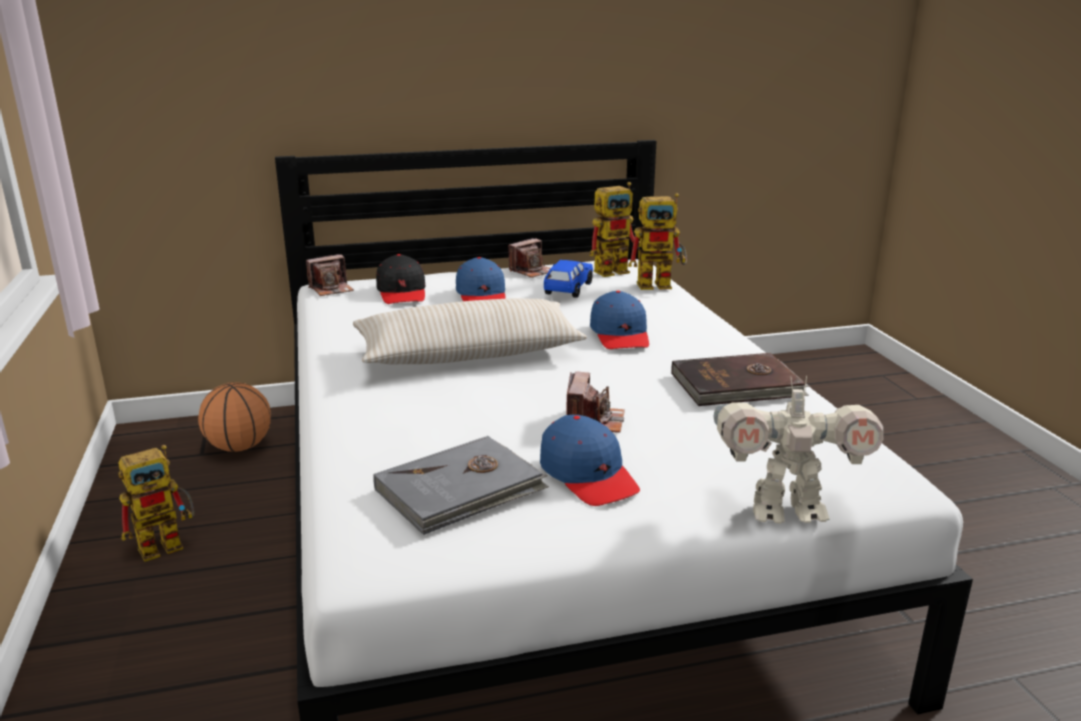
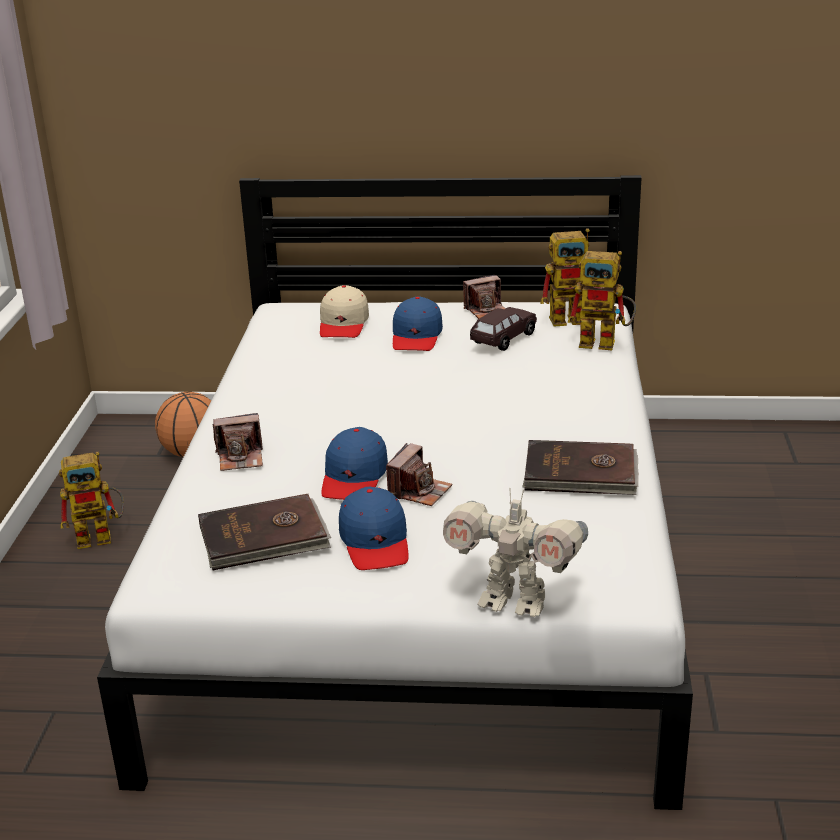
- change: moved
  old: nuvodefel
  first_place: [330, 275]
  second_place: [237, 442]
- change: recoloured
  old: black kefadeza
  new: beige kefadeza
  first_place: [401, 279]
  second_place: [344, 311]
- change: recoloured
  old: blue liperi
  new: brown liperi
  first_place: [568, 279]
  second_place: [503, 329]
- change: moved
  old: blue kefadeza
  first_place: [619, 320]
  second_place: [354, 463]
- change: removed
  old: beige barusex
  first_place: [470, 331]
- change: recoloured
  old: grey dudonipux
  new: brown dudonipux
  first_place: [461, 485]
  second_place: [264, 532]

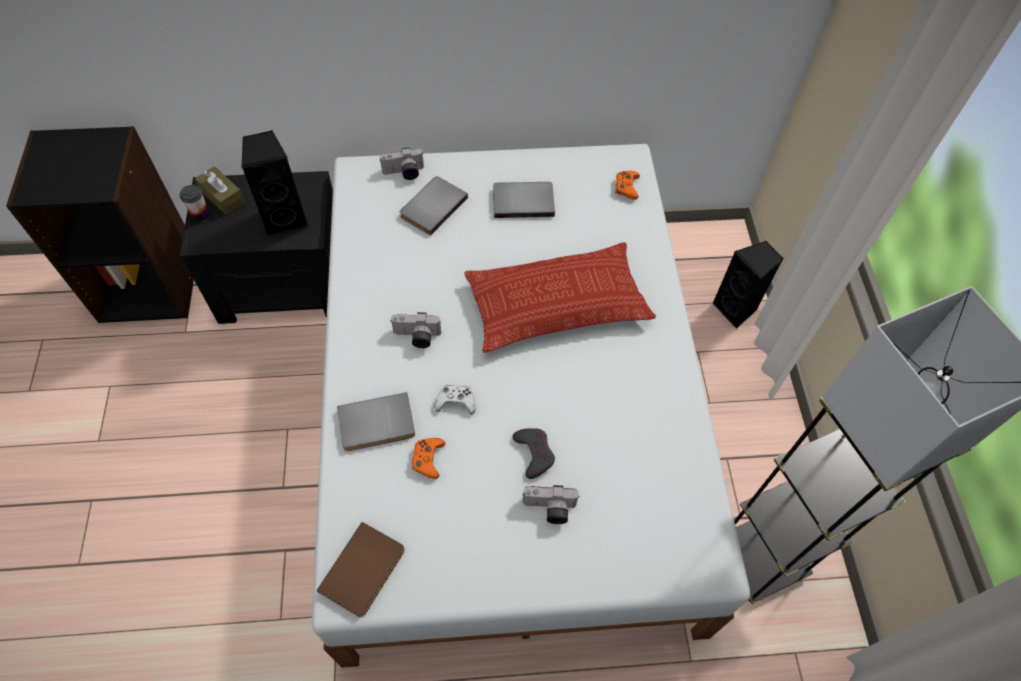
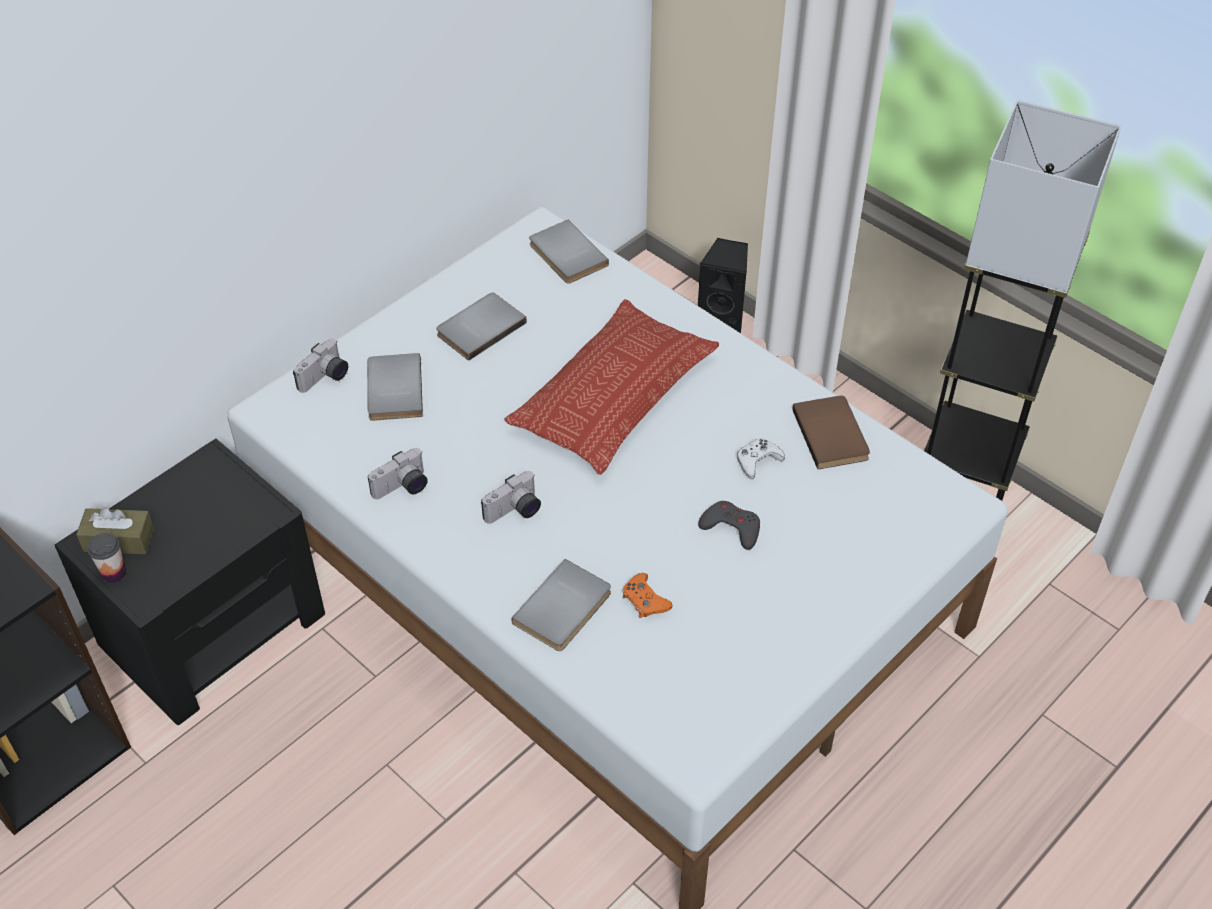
- change: removed
  old: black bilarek
  first_place: [275, 183]
- change: replaced
  old: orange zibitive
  new: grey dudonipux
  first_place: [627, 185]
  second_place: [569, 252]
- change: moved
  old: white zibitive
  first_place: [455, 399]
  second_place: [761, 458]
- change: moved
  old: nuvodefel
  first_place: [550, 504]
  second_place: [398, 473]
- change: moved
  old: brown dudonipux
  first_place: [361, 569]
  second_place: [831, 432]

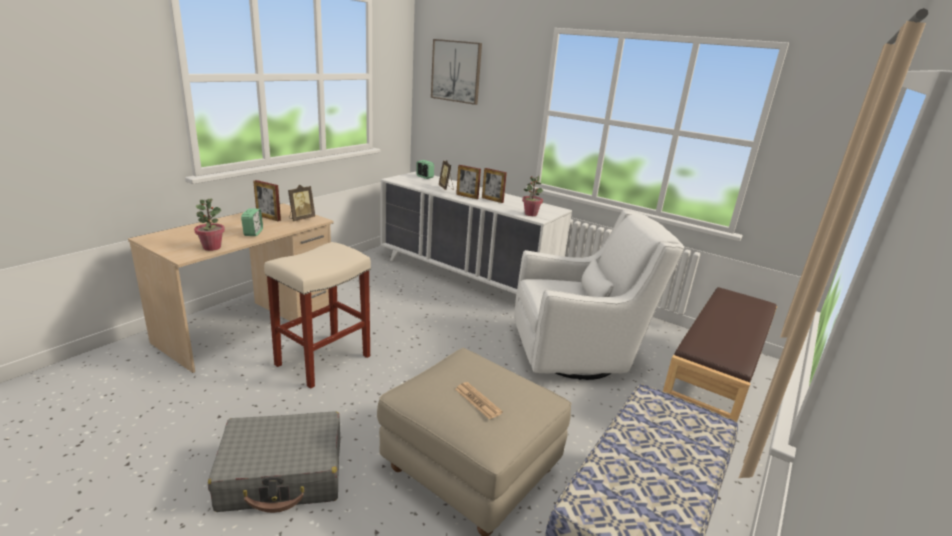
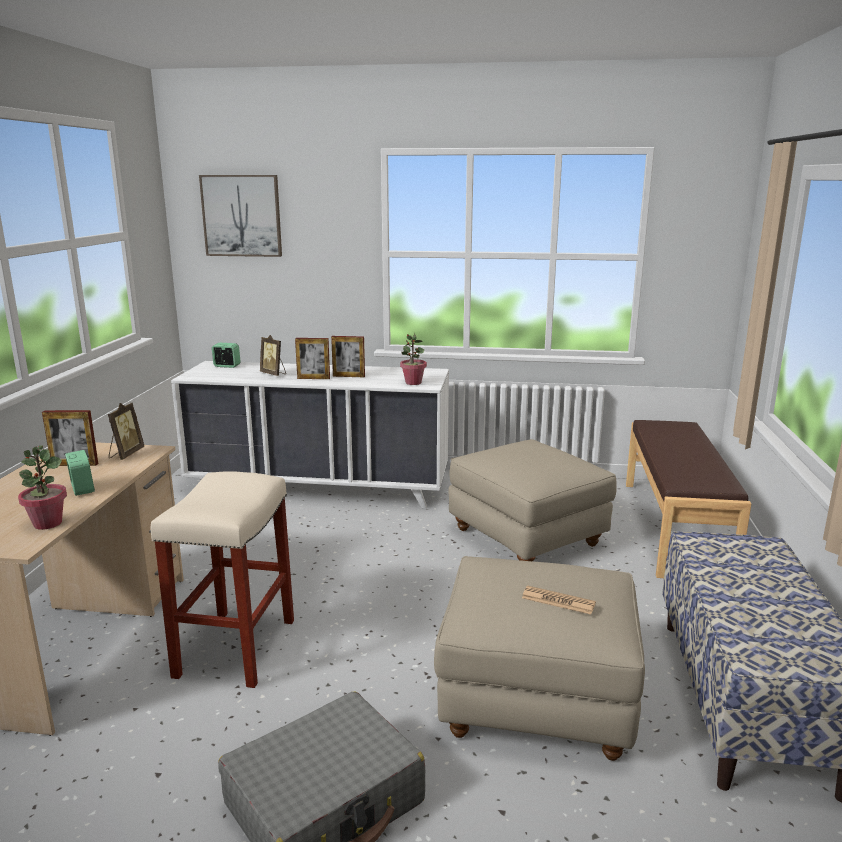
- change: replaced
  old: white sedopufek
  new: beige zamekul
  first_place: [599, 295]
  second_place: [533, 500]

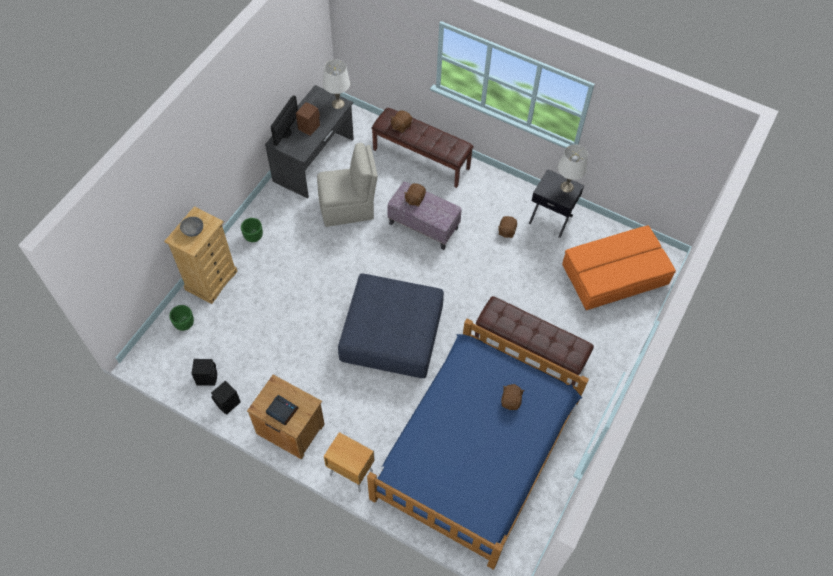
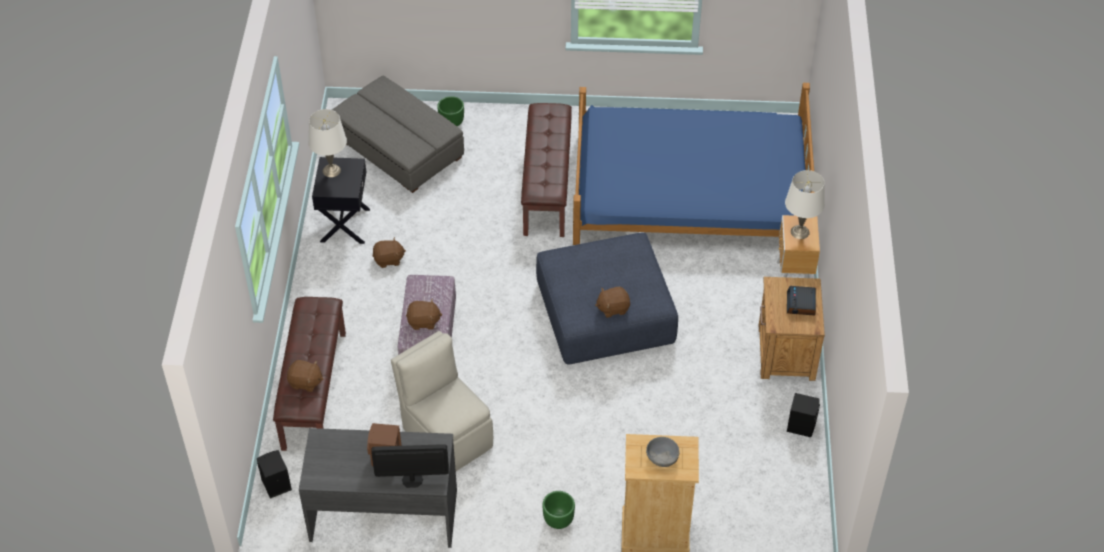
- change: moved
  old: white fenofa
  first_place: [336, 84]
  second_place: [805, 204]
- change: recoloured
  old: orange zamekul
  new: grey zamekul
  first_place: [619, 268]
  second_place: [398, 134]
- change: moved
  old: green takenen
  first_place: [181, 318]
  second_place: [450, 111]
- change: moved
  old: black bilarek
  first_place: [204, 372]
  second_place: [274, 474]
- change: moved
  old: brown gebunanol
  first_place: [513, 397]
  second_place: [612, 302]

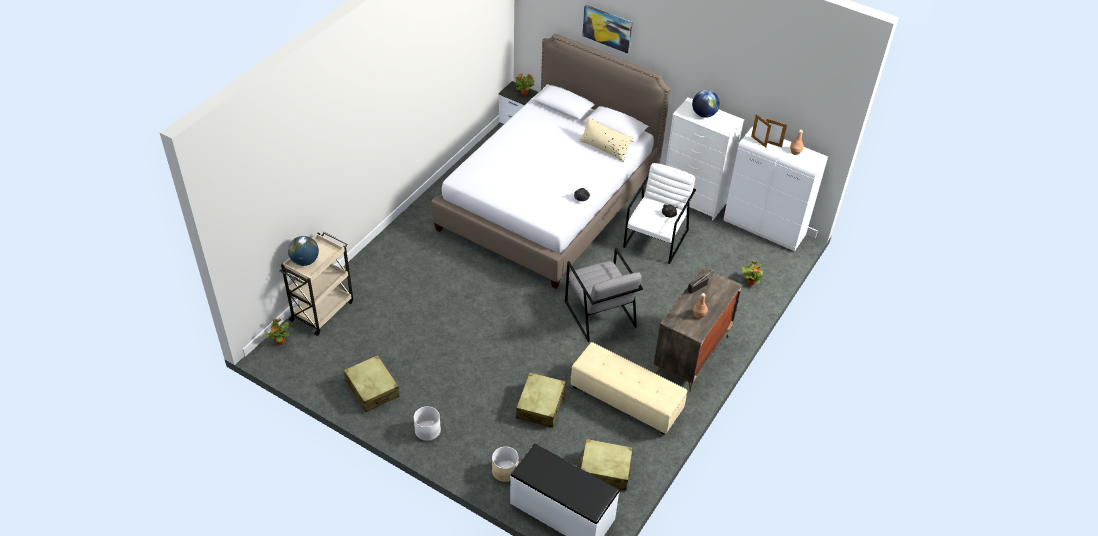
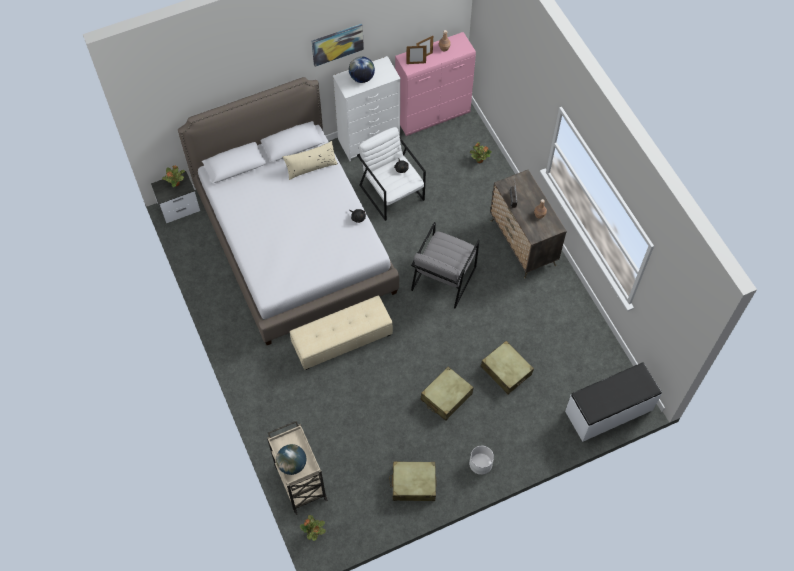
- change: moved
  old: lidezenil
  first_place: [607, 29]
  second_place: [338, 45]
- change: recoloured
  old: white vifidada
  new: pink vifidada
  first_place: [776, 189]
  second_place: [435, 84]
- change: turned
  old: grey sedopufek
  first_place: [604, 295]
  second_place: [445, 265]
  degrees: 105
- change: moved
  old: beige zamekul
  first_place: [629, 388]
  second_place: [341, 333]
- change: moved
  old: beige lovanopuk
  first_place: [605, 464]
  second_place: [447, 394]
- change: removed
  old: beige takenen
  first_place: [505, 464]

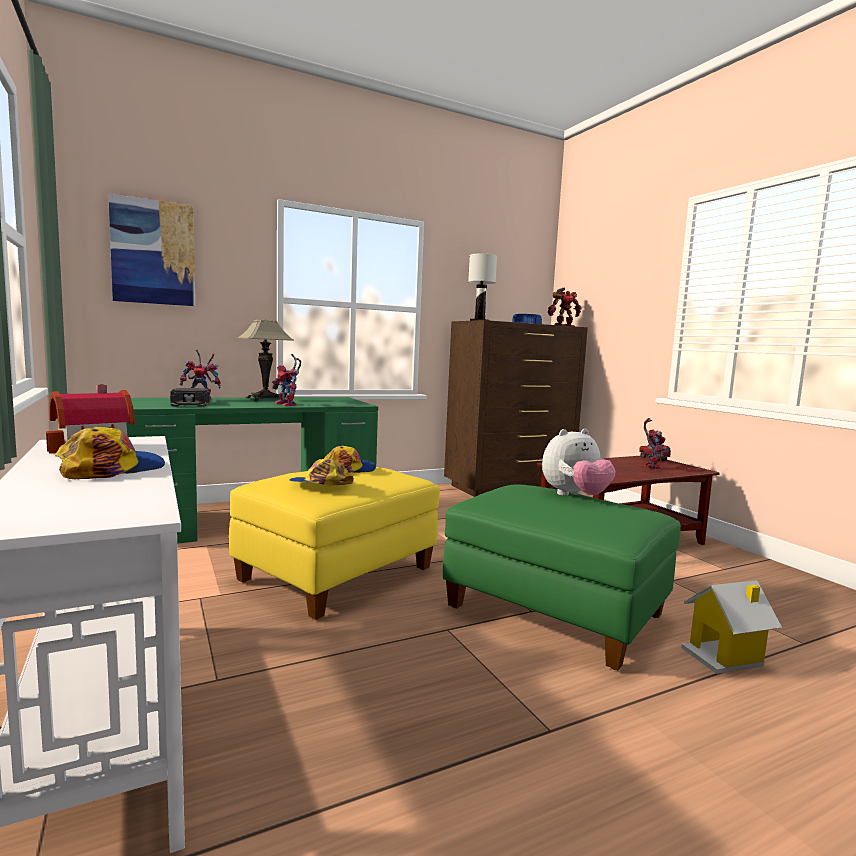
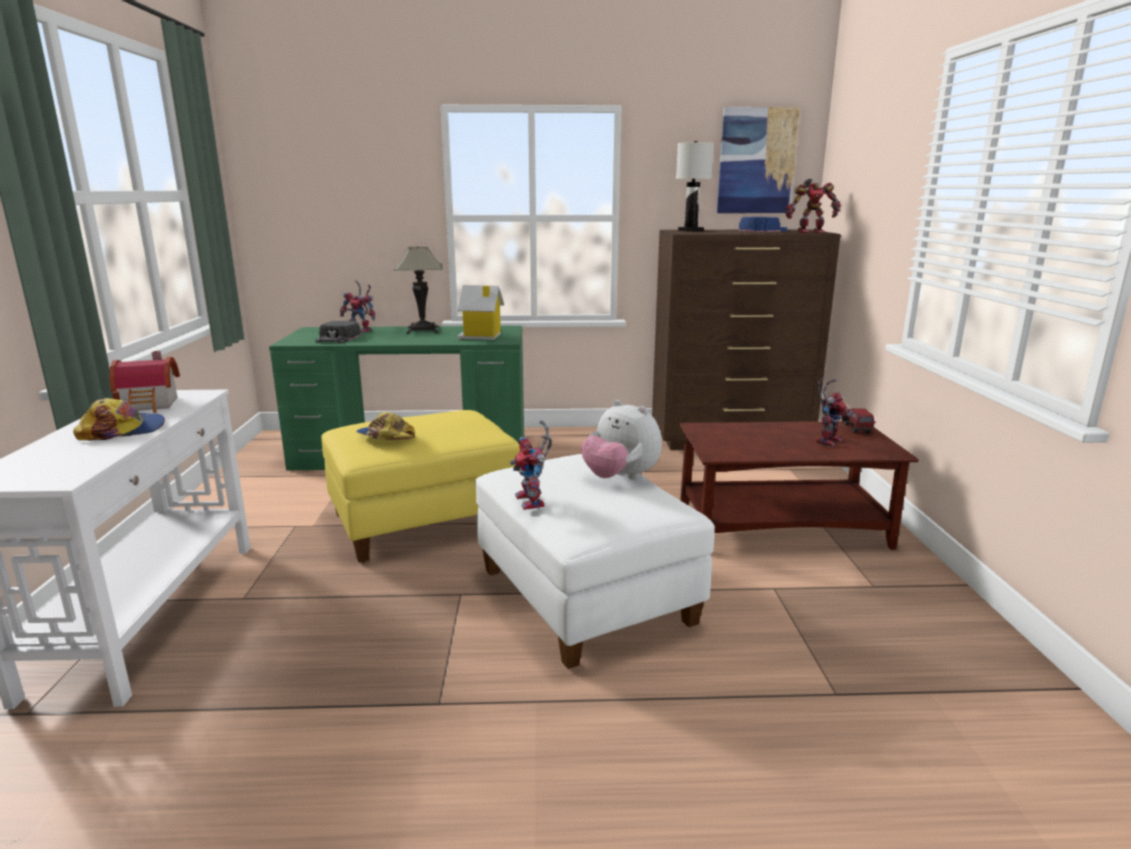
- change: moved
  old: lidezenil
  first_place: [151, 250]
  second_place: [758, 160]
- change: moved
  old: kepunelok
  first_place: [286, 380]
  second_place: [531, 465]
- change: turned
  old: gebunanol
  first_place: [579, 462]
  second_place: [621, 440]
  degrees: 45
- change: removed
  old: kefadeza
  first_place: [350, 459]
- change: recoloured
  old: green zamekul
  new: white zamekul
  first_place: [562, 577]
  second_place: [595, 561]
- change: moved
  old: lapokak
  first_place: [731, 627]
  second_place: [480, 312]

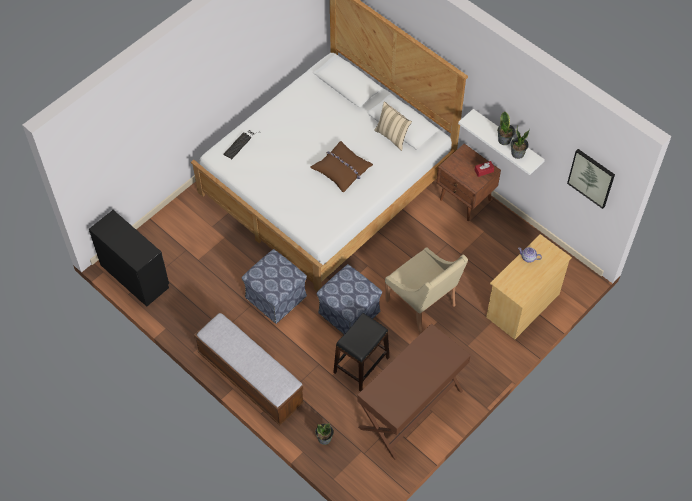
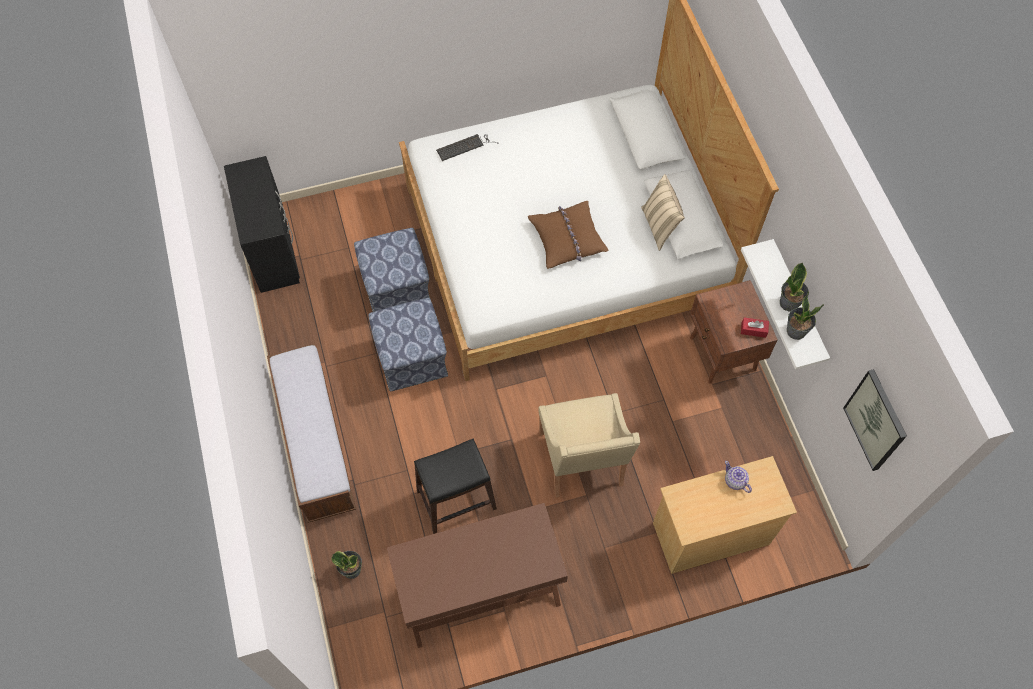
- change: moved
  old: zamekul
  first_place: [349, 299]
  second_place: [392, 270]

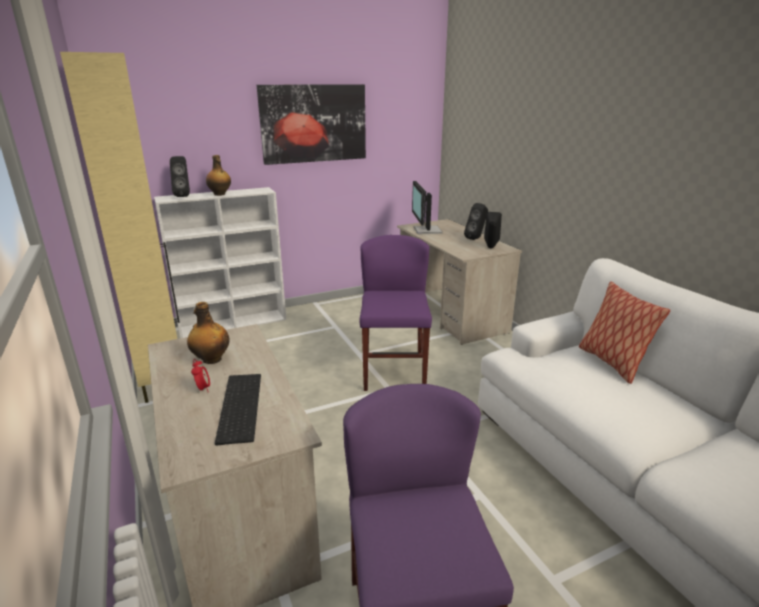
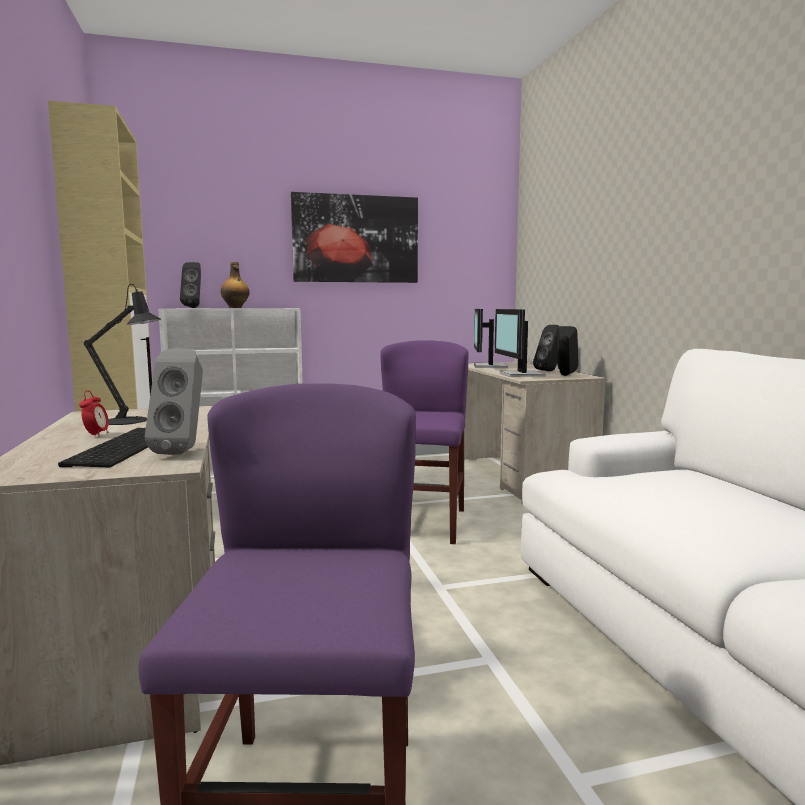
- change: removed
  old: barusex
  first_place: [624, 332]
- change: replaced
  old: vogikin
  new: black fenofa
  first_place: [208, 333]
  second_place: [122, 354]
- change: added
  new: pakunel
  second_place: [520, 343]
- change: added
  new: grey bilarek
  second_place: [174, 401]

